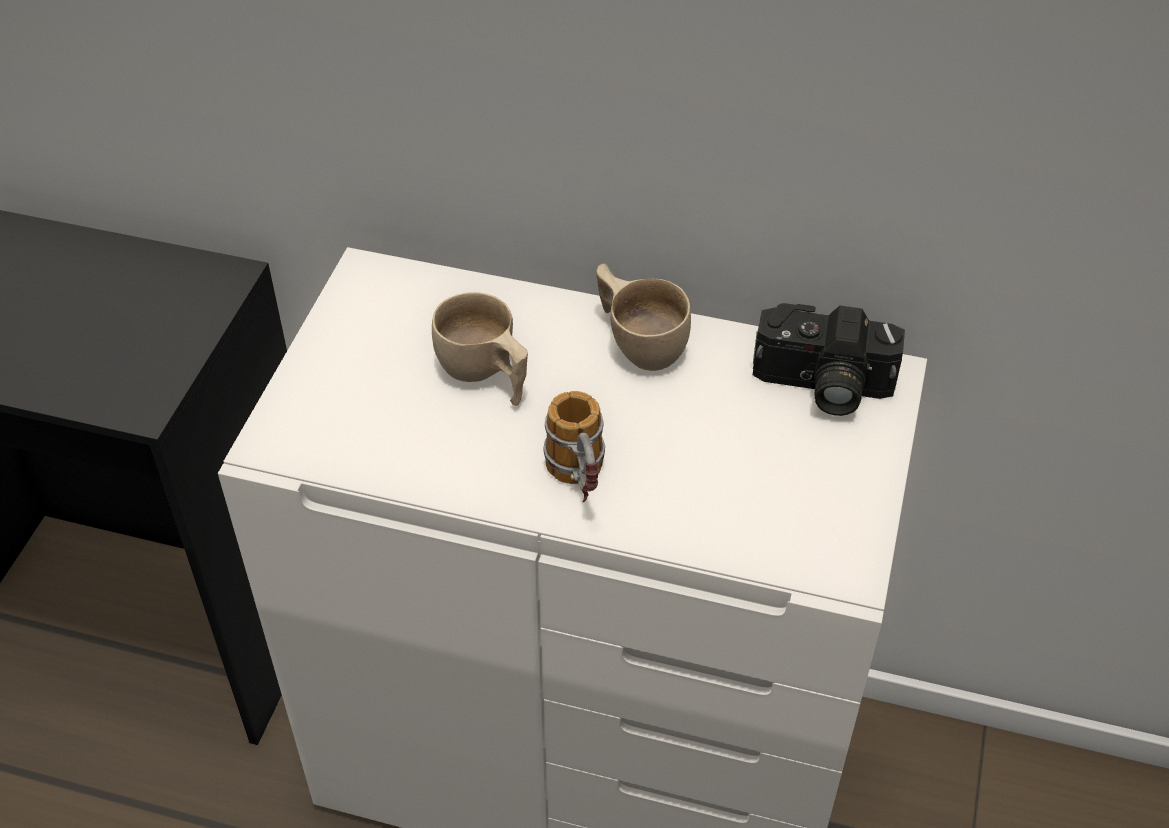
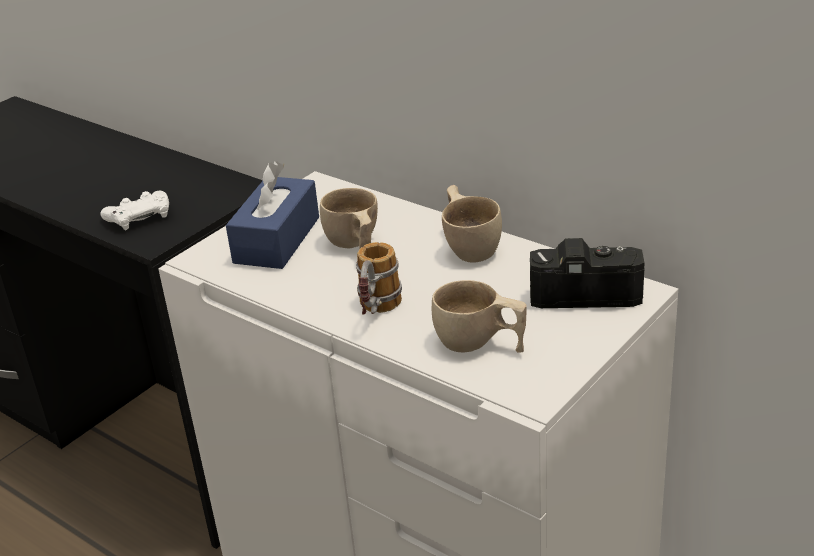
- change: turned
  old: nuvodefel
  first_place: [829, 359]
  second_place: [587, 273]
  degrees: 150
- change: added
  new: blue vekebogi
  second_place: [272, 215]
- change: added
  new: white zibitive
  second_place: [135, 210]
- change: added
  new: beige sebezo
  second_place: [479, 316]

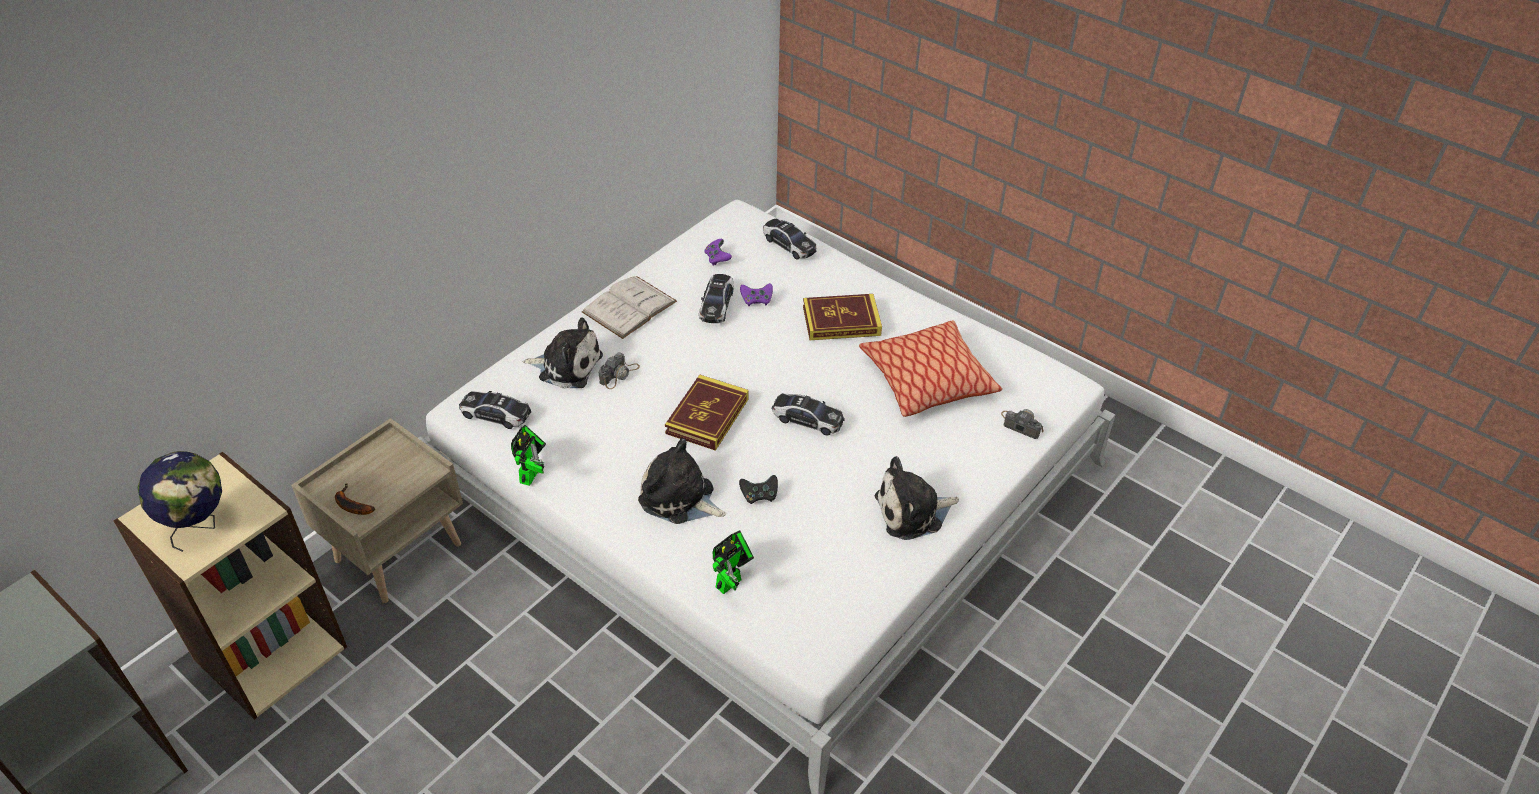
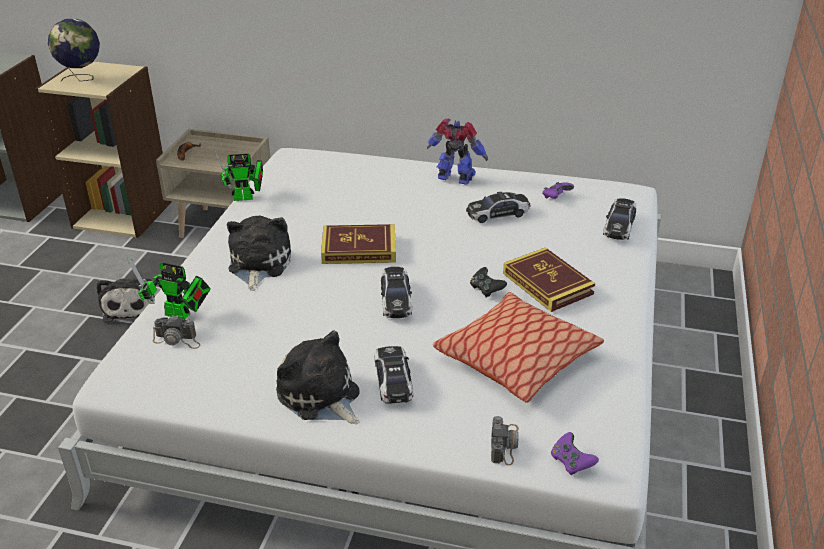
- change: replaced
  old: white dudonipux
  new: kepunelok
  first_place: [629, 307]
  second_place: [457, 151]
- change: moved
  old: purple zibitive
  first_place: [756, 294]
  second_place: [575, 453]
- change: moved
  old: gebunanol
  first_place: [563, 352]
  second_place: [125, 300]
- change: moved
  old: nuvodefel
  first_place: [619, 370]
  second_place: [177, 332]
- change: moved
  old: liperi
  first_place: [495, 410]
  second_place: [393, 375]
- change: moved
  old: black zibitive
  first_place: [758, 489]
  second_place: [488, 282]

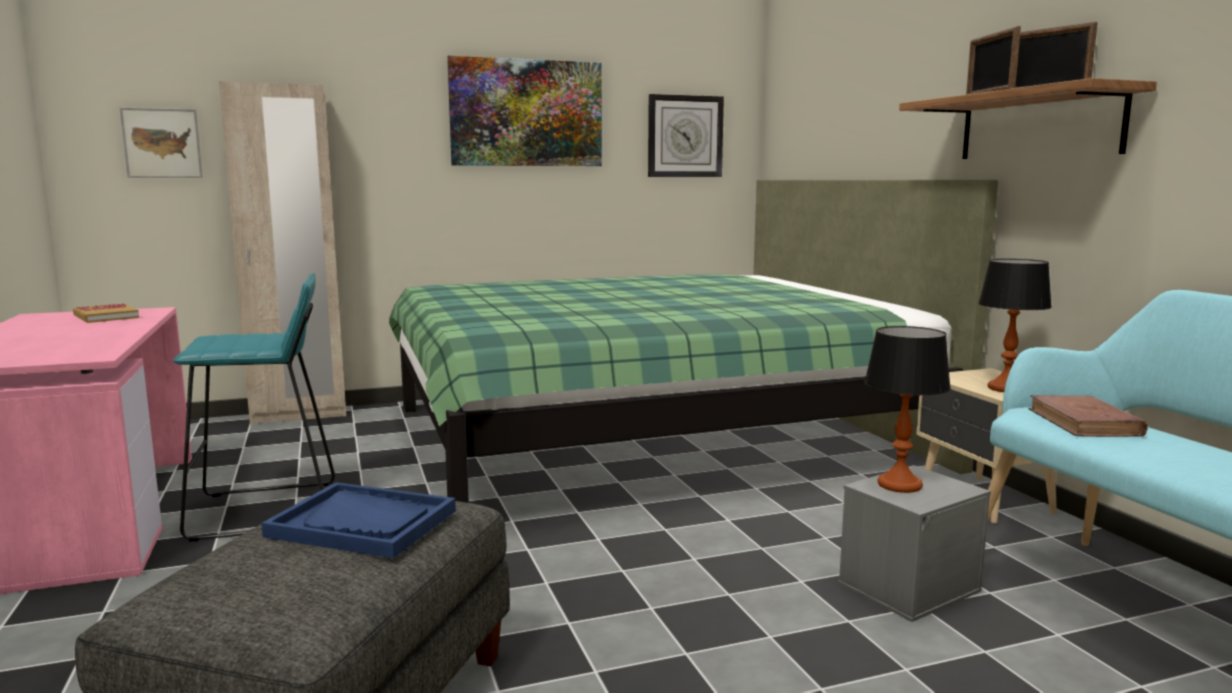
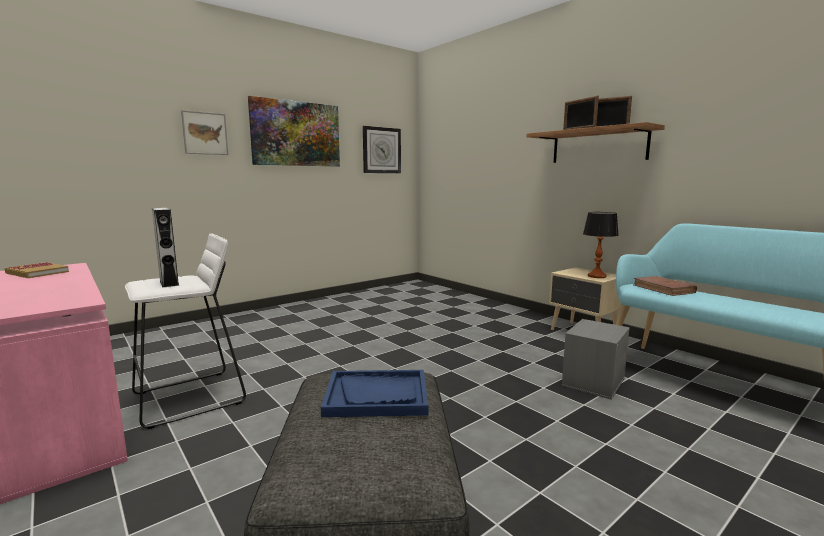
- change: removed
  old: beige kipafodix
  first_place: [282, 253]
- change: moved
  old: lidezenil
  first_place: [161, 142]
  second_place: [204, 132]
- change: removed
  old: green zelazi
  first_place: [693, 341]
- change: recoloured
  old: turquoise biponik
  new: white biponik
  first_place: [254, 407]
  second_place: [185, 331]
- change: removed
  old: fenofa
  first_place: [907, 409]
- change: added
  new: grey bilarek
  second_place: [165, 248]

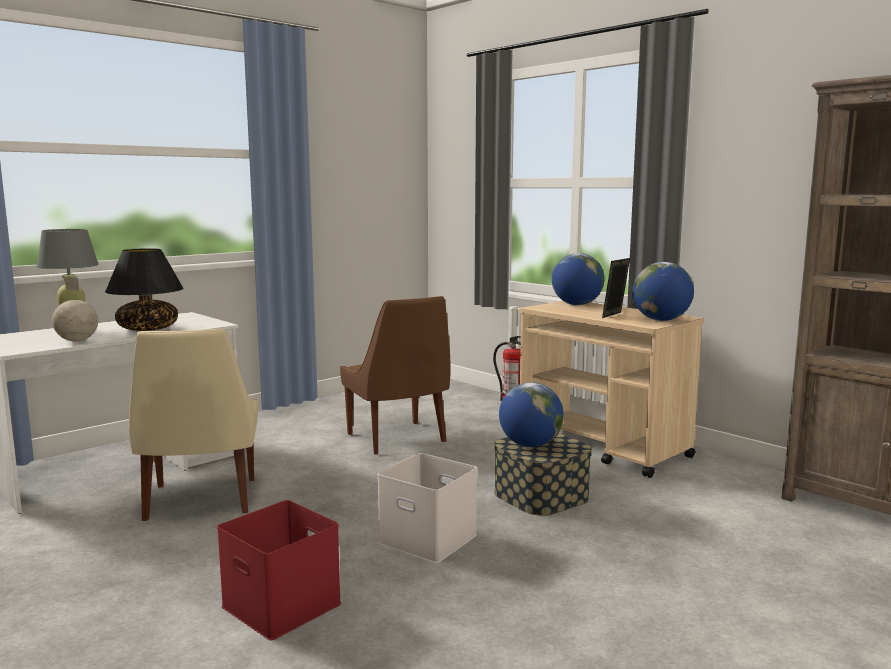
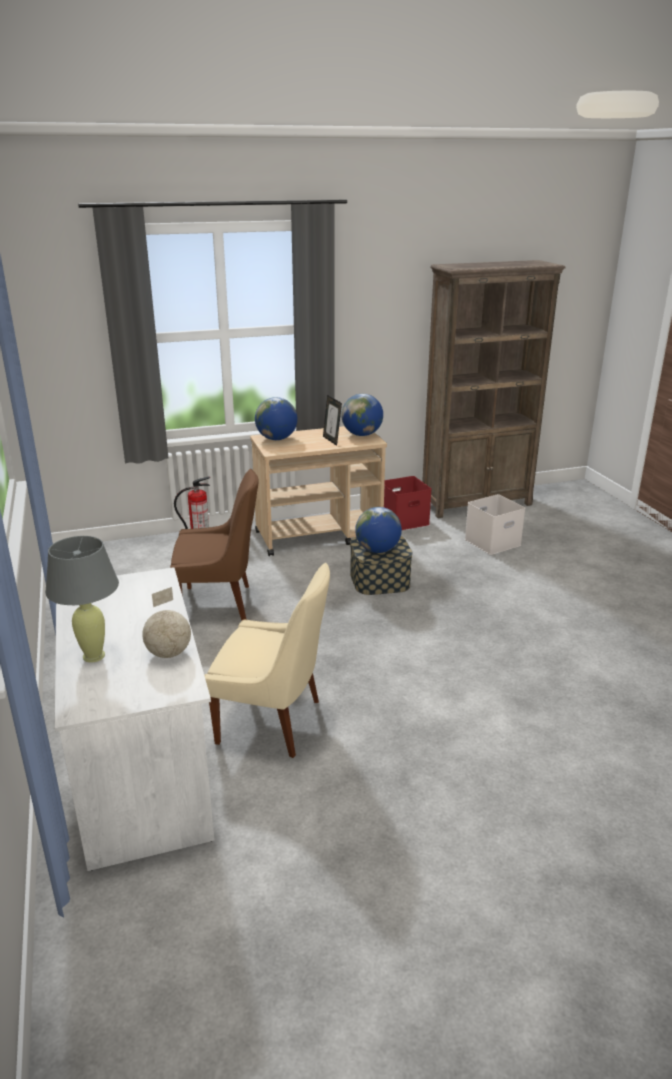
- change: removed
  old: black fenofa
  first_place: [144, 289]
- change: moved
  old: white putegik
  first_place: [427, 508]
  second_place: [495, 524]
- change: moved
  old: red putegik
  first_place: [279, 570]
  second_place: [408, 503]

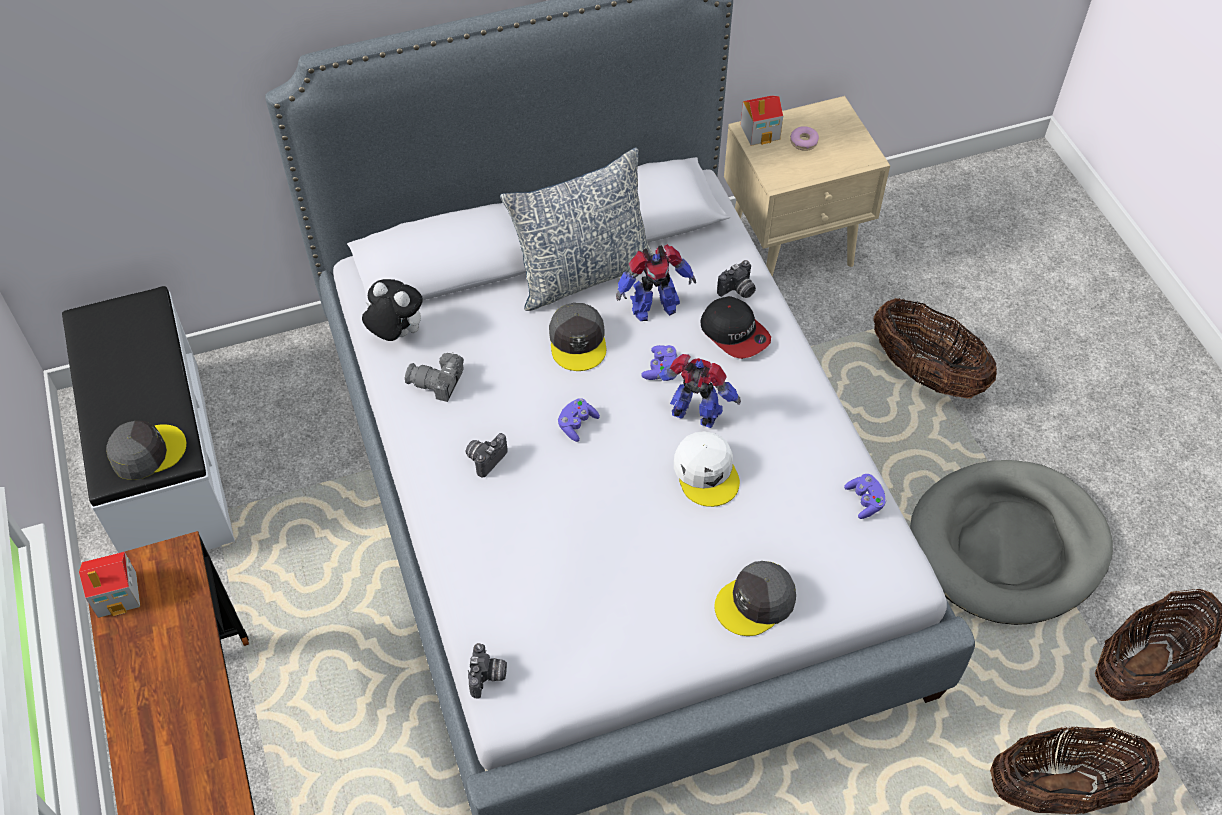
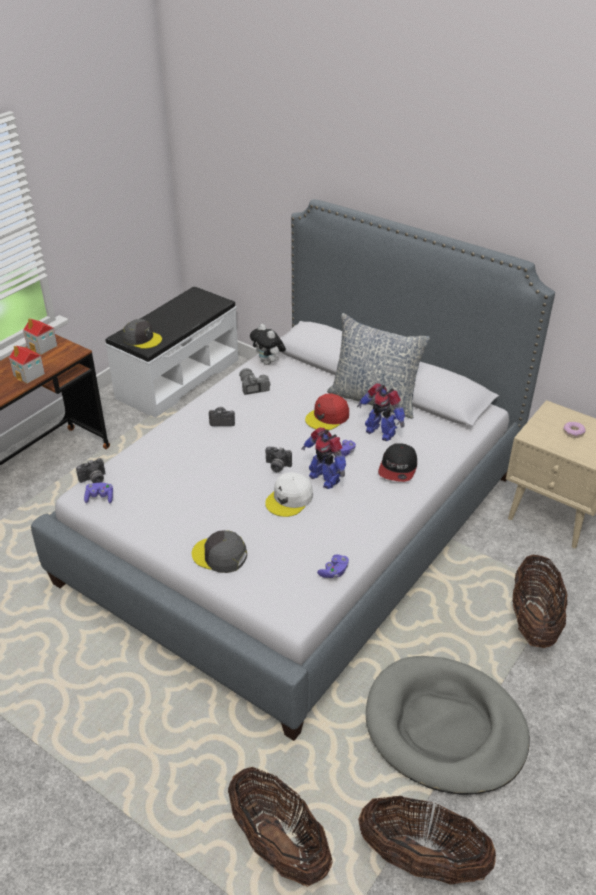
- change: moved
  old: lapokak
  first_place: [762, 120]
  second_place: [27, 364]
- change: moved
  old: nuvodefel
  first_place: [736, 279]
  second_place: [278, 459]
- change: turned
  old: gebunanol
  first_place: [392, 310]
  second_place: [268, 344]
  degrees: 150
- change: recoloured
  old: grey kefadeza
  new: red kefadeza
  first_place: [577, 337]
  second_place: [327, 411]
- change: turned
  old: kepunelok
  first_place: [699, 391]
  second_place: [324, 458]
  degrees: 150
- change: moved
  old: purple zibitive
  first_place: [579, 420]
  second_place: [98, 493]

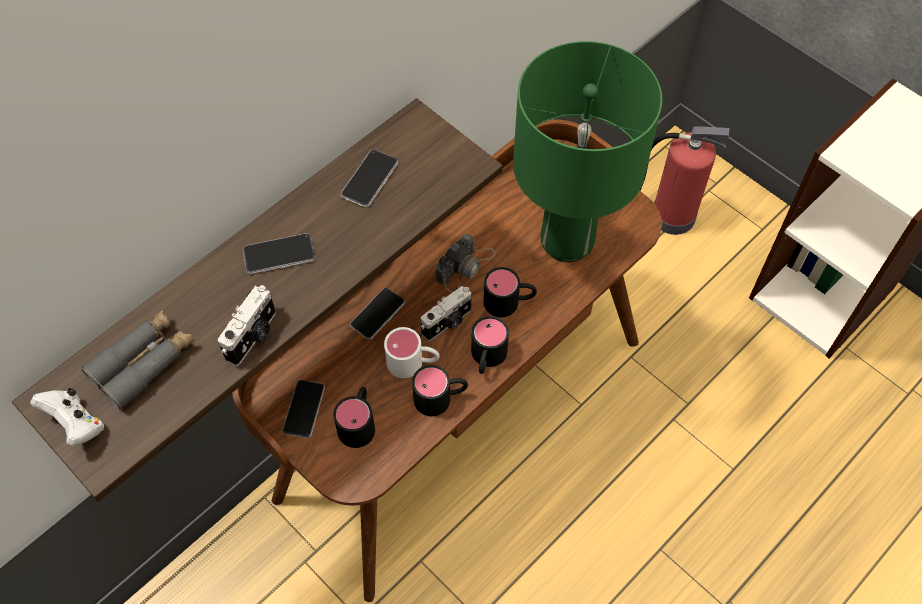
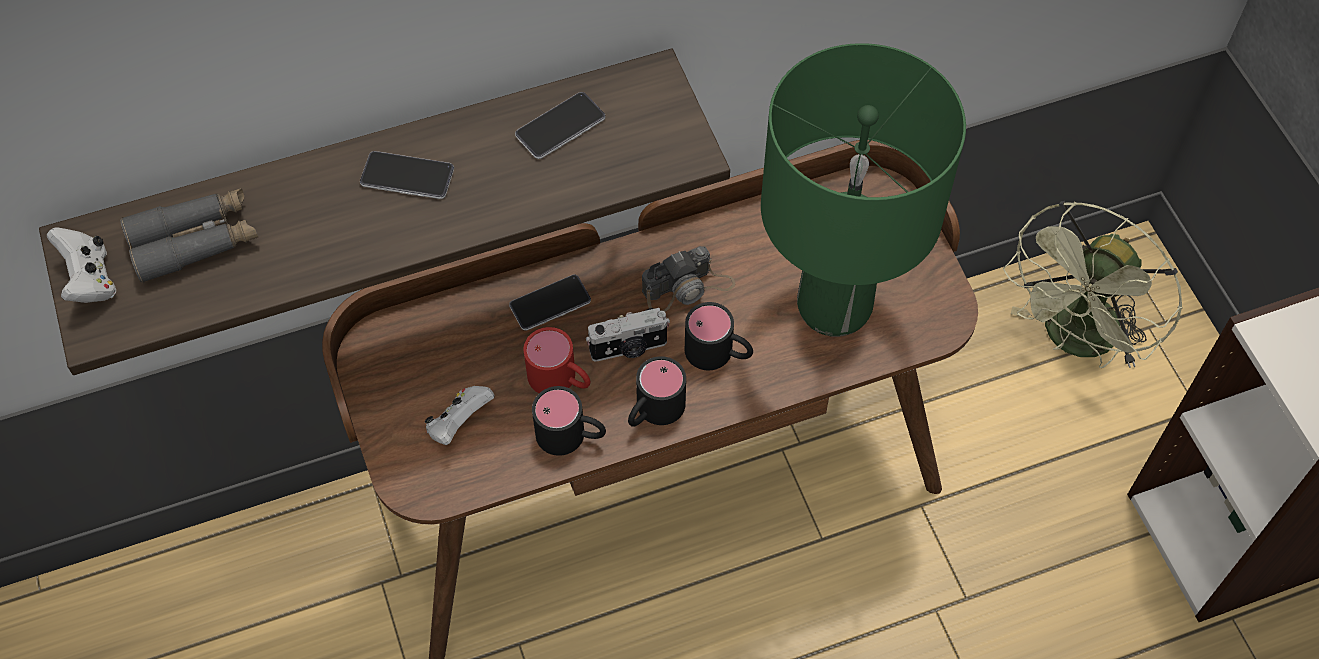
- change: replaced
  old: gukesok
  new: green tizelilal
  first_place: [685, 180]
  second_place: [1093, 284]
- change: removed
  old: nuvodefel
  first_place: [247, 325]
- change: recoloured
  old: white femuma
  new: red femuma
  first_place: [412, 352]
  second_place: [557, 360]
- change: removed
  old: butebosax
  first_place: [303, 409]
- change: replaced
  old: black femuma
  new: white zibitive
  first_place: [354, 417]
  second_place: [460, 415]

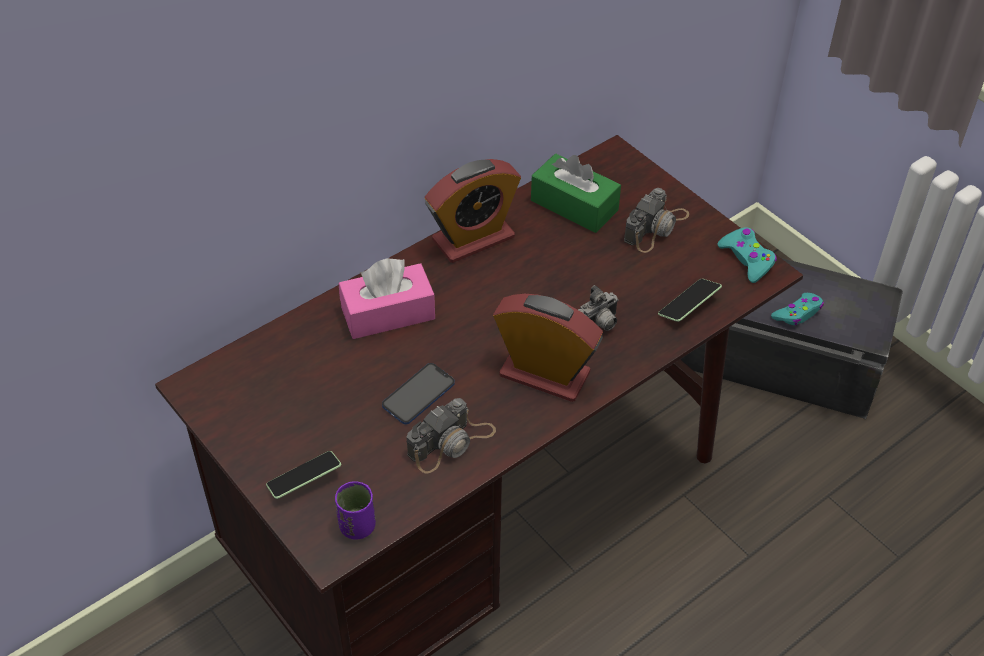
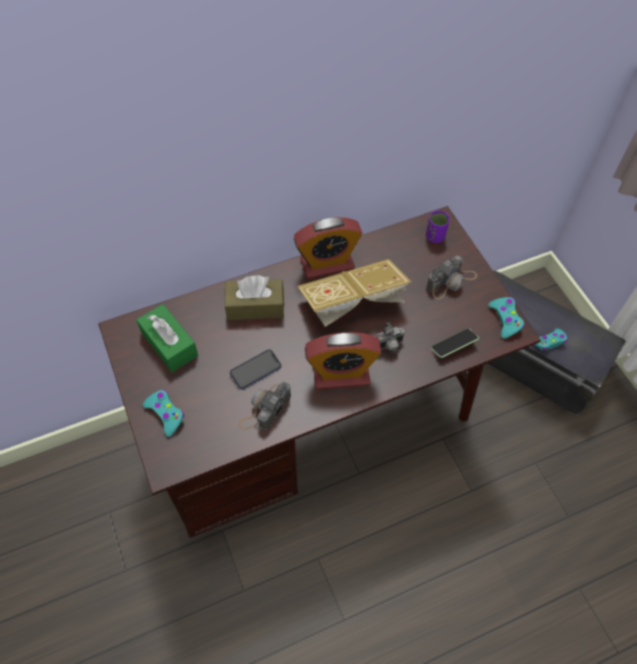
- change: moved
  old: green vekebogi
  first_place: [576, 193]
  second_place: [167, 338]
- change: recoloured
  old: pink vekebogi
  new: brown vekebogi
  first_place: [387, 298]
  second_place: [254, 297]
- change: turned
  old: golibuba
  first_place: [548, 348]
  second_place: [343, 360]
  degrees: 135
- change: turned
  old: nuvodefel
  first_place: [451, 435]
  second_place: [264, 406]
  degrees: 150
- change: replaced
  old: butebosax
  new: turquoise zibitive
  first_place: [303, 475]
  second_place: [163, 413]
- change: moved
  old: purple sebezo
  first_place: [355, 510]
  second_place: [438, 227]
- change: added
  new: dudonipux
  second_place: [354, 293]

